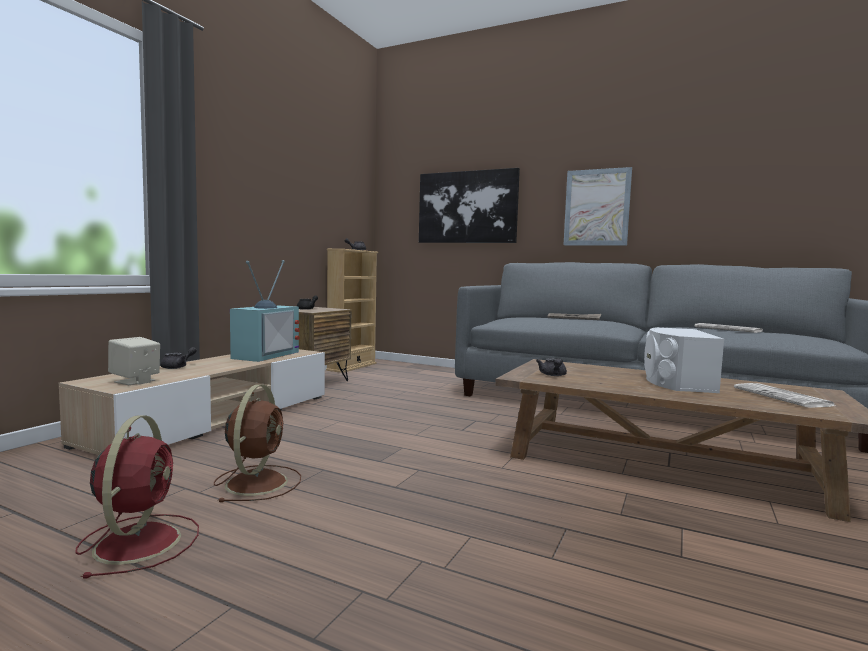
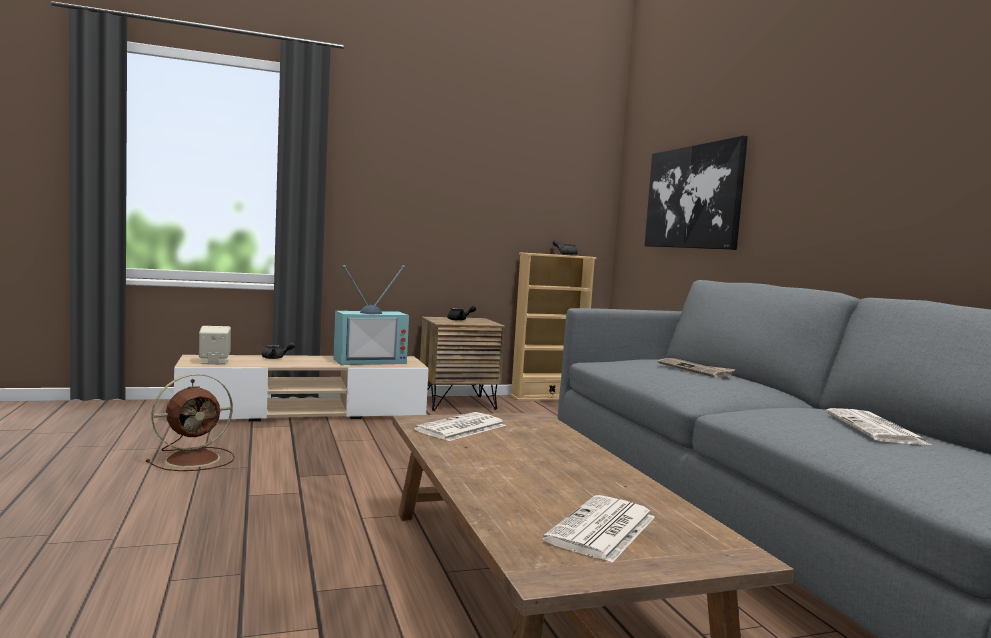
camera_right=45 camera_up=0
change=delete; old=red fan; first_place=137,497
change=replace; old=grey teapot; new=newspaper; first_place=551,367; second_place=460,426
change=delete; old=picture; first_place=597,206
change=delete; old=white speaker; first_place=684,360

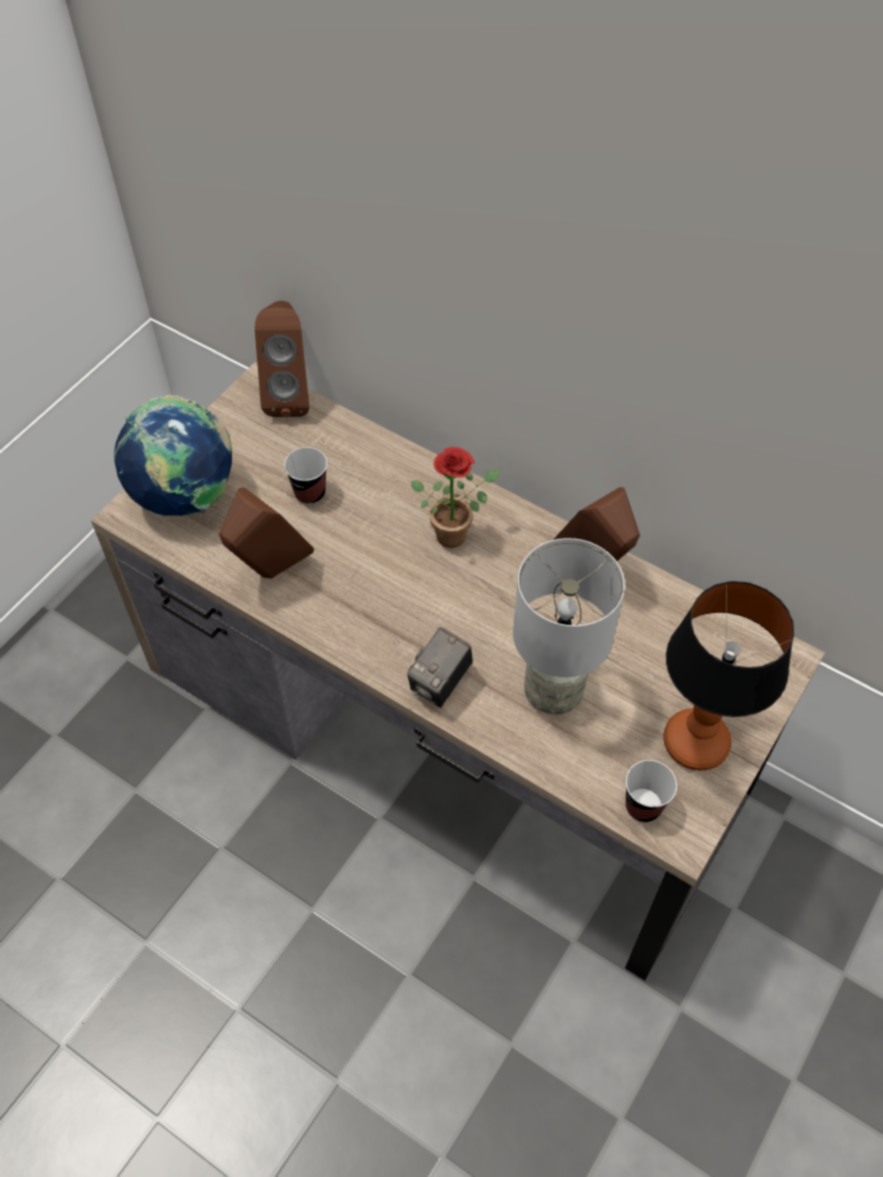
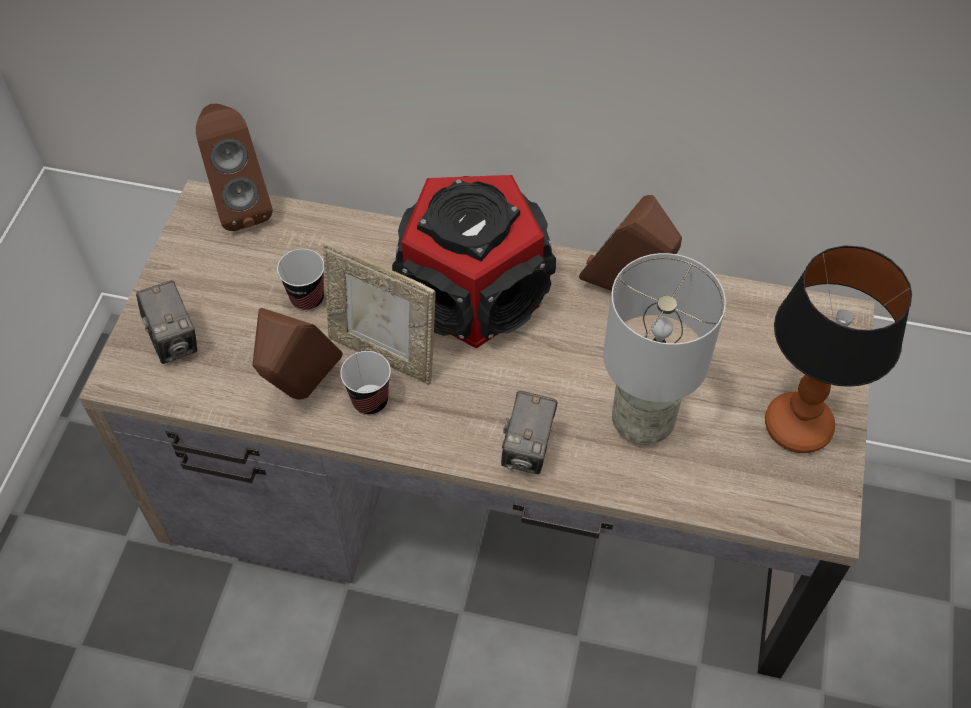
camera_right=-20 camera_up=0
change=replace; old=globe; new=photo camera; first_place=173,455; second_place=166,322
change=replace; old=potted plant; new=speaker; first_place=455,497; second_place=474,262
change=move; old=cup; first_place=651,791; second_place=365,383
change=insert; new=picture frame; second_place=379,313

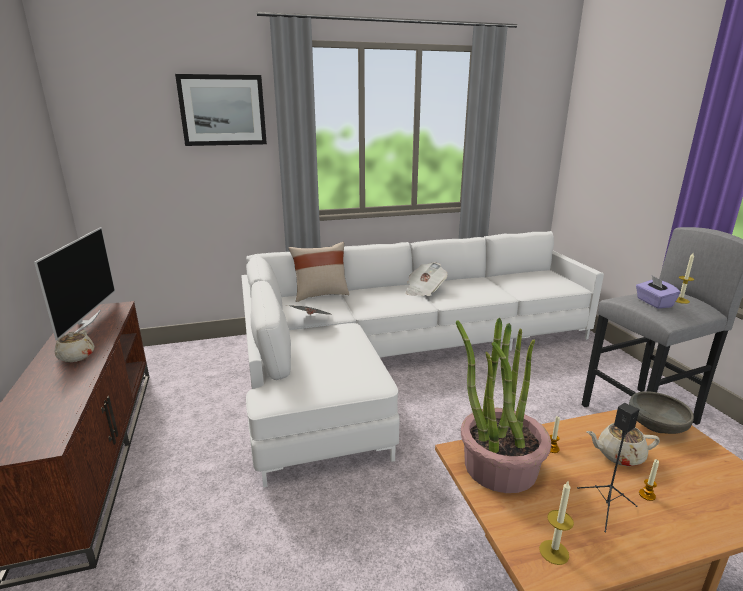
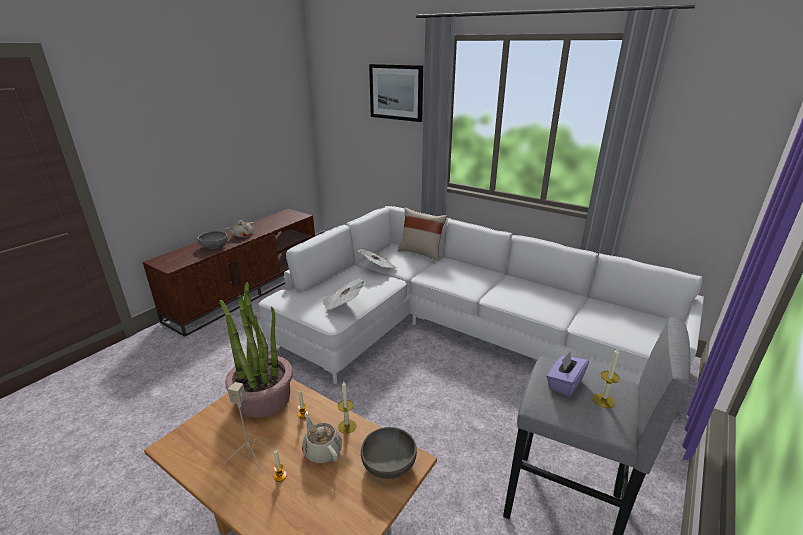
camera_right=50 camera_up=5
change=delete; old=television; first_place=74,284
change=move; old=newspaper; first_place=426,279; second_place=344,294
change=move; old=candle; first_place=556,523; second_place=347,407
change=recolor; old=black speaker; new=beige speaker; first_place=608,468; second_place=244,428
change=insert; new=grey bowl; second_place=212,240

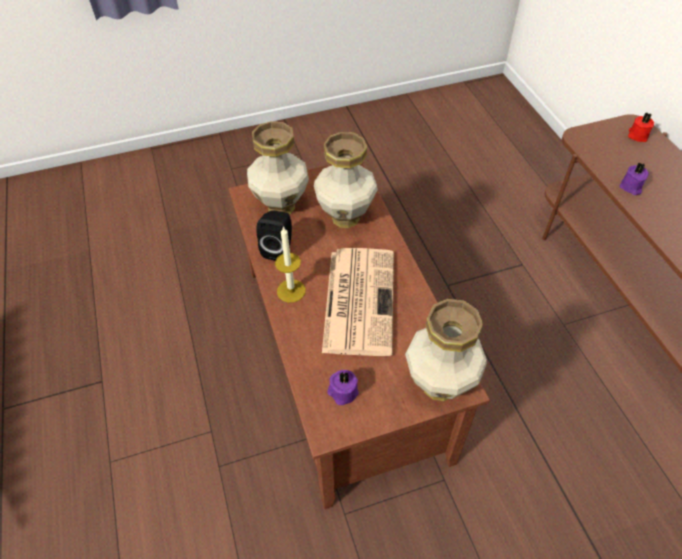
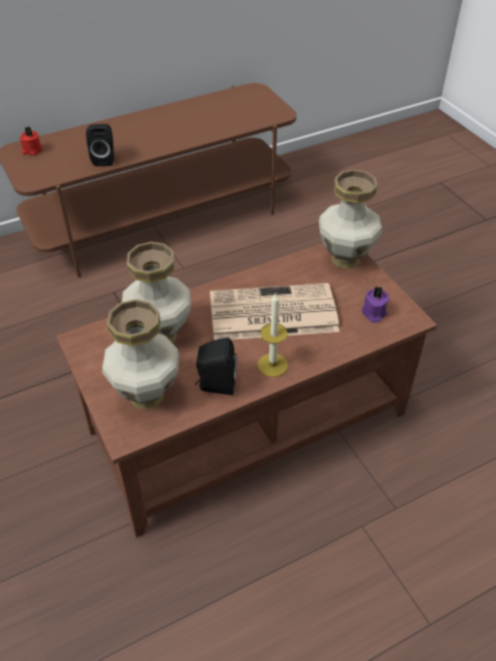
camera_right=-100 camera_up=-5
change=replace; old=purple candle; new=black speaker; first_place=634,178; second_place=100,145

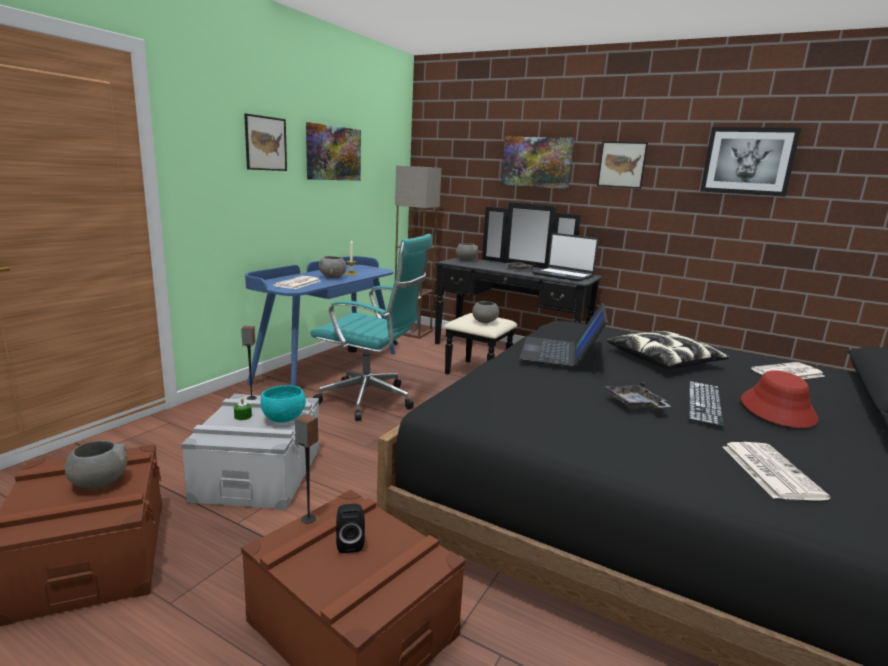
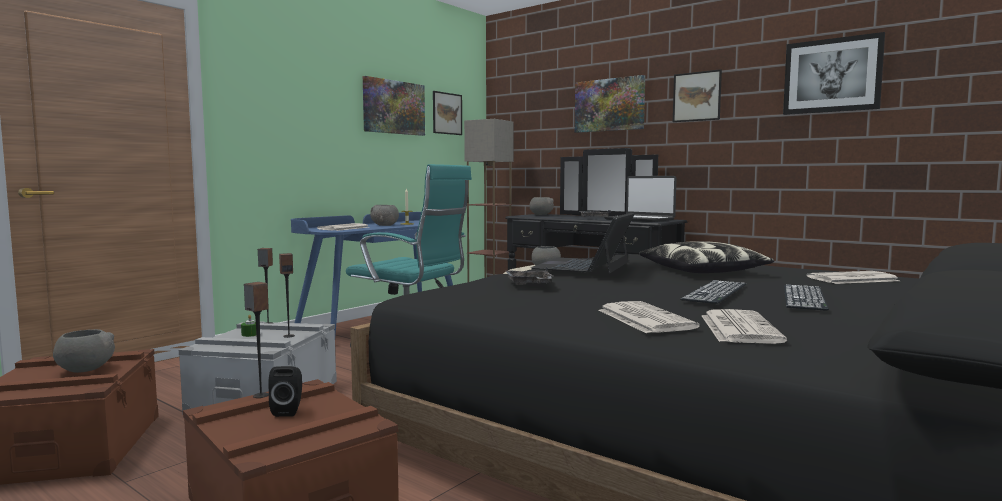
camera_right=10 camera_up=-10
change=move; old=picture; first_place=265,142; second_place=447,113
change=replace; old=turquoise bowl; new=speaker; first_place=283,404; second_place=287,295
change=move; old=grey tray; first_place=638,395; second_place=530,276
change=replace; old=red hat; new=keyboard; first_place=780,399; second_place=806,297
change=insert; new=newspaper; second_place=649,317

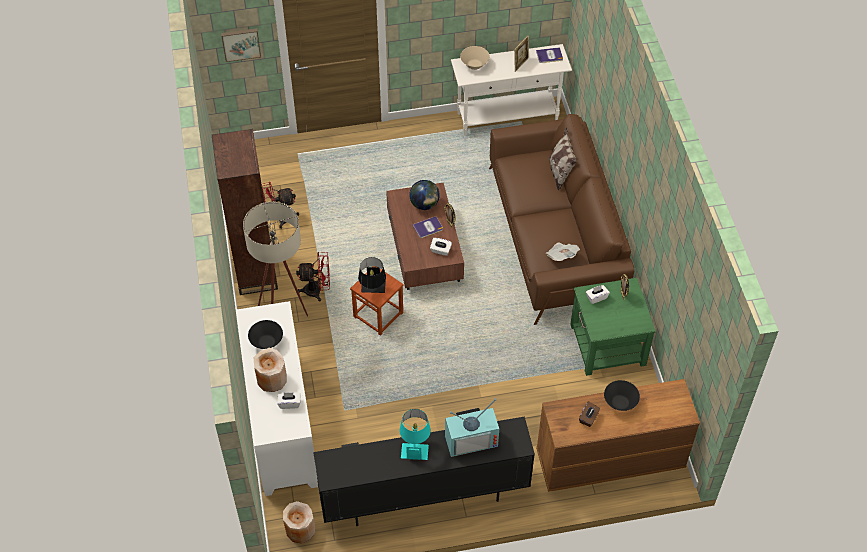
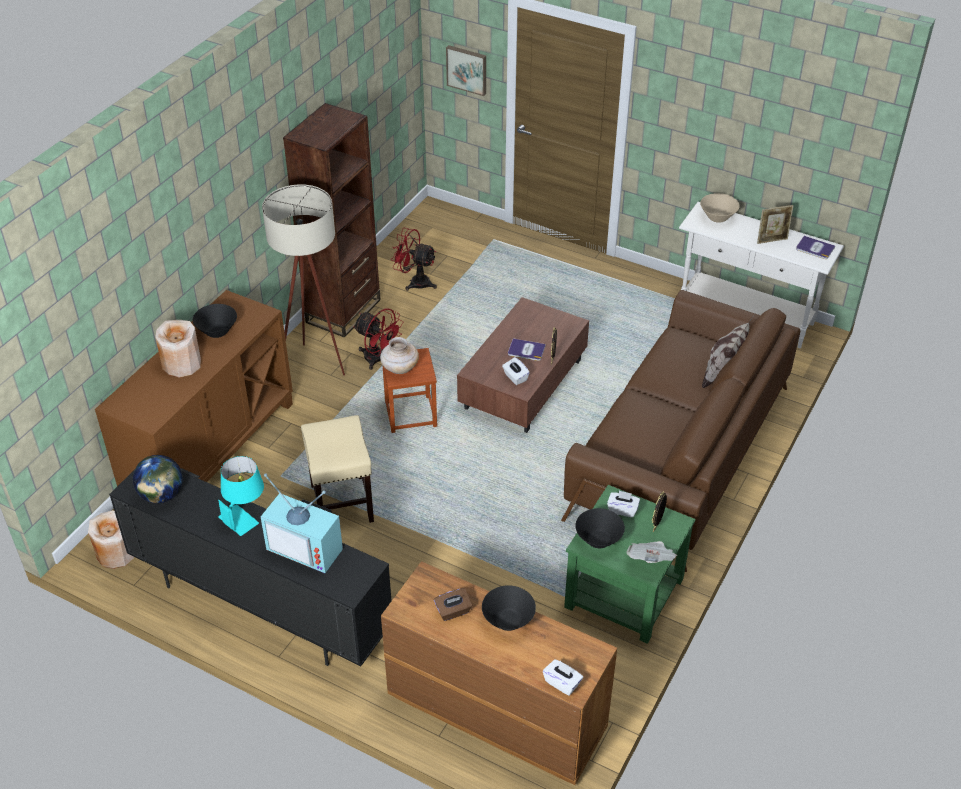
camera_right=40 camera_up=-10
change=recolor; old=white cabinet; new=brown cabinet; first_place=277,398; second_place=194,388
change=move; old=white tissue box; first_place=288,400; second_place=563,677
change=replace; old=black table lamp; new=beige vase; first_place=372,275; second_place=399,355
change=move; old=globe; first_place=424,195; second_place=158,479
change=move; old=newspaper; first_place=563,252; second_place=651,552
change=insert; new=beige stool; second_place=337,469
change=insert; new=black bowl; second_place=600,528

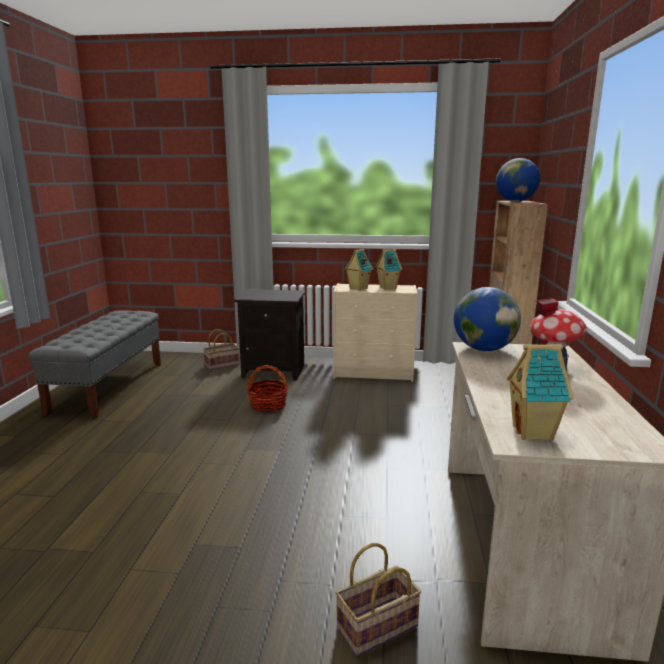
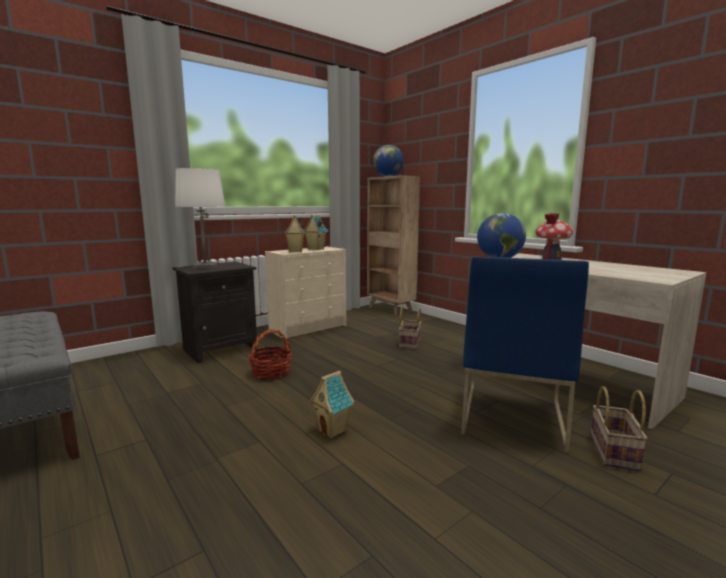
camera_right=-45 camera_up=-5
change=move; old=basket; first_place=221,349; second_place=410,327
change=move; old=toy house; first_place=540,392; second_place=331,404
change=insert; new=white table lamp; second_place=200,218
change=insert; new=blue chair; second_place=525,354

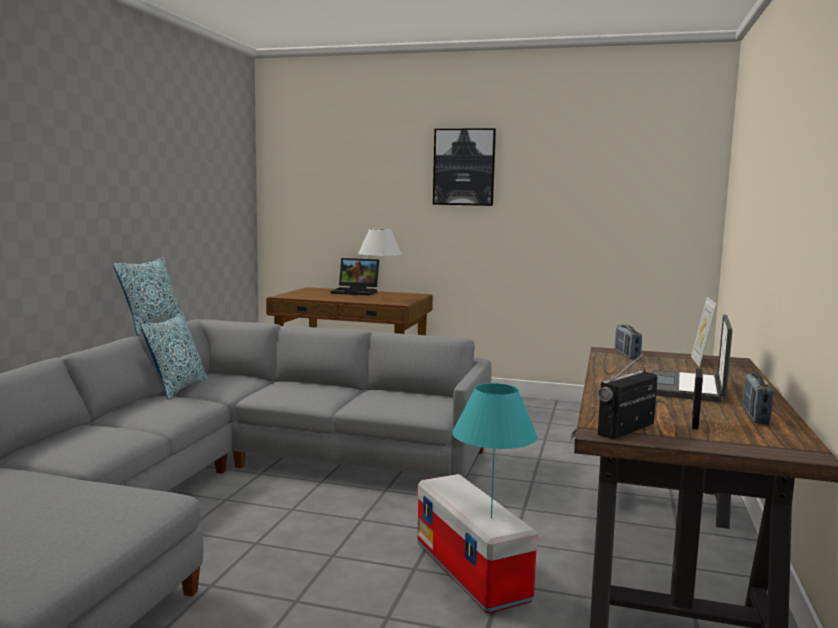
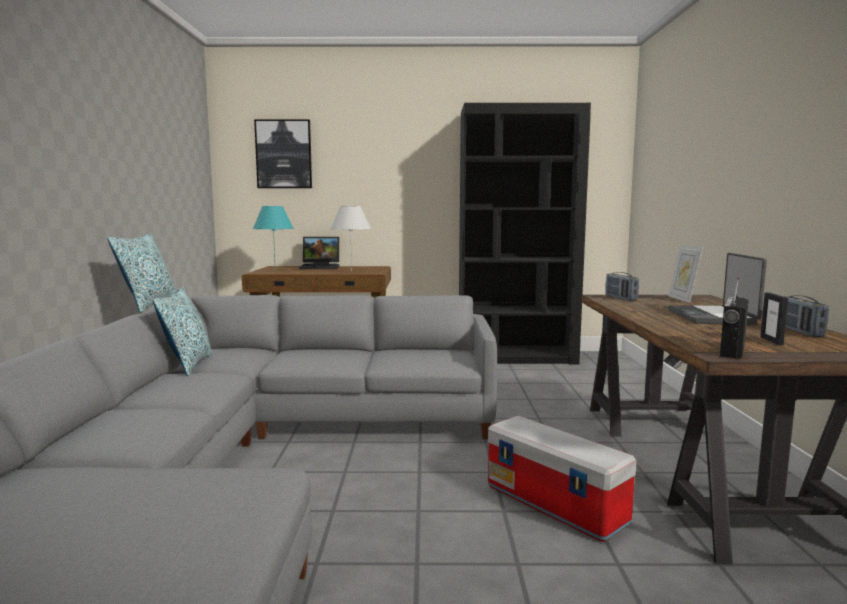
camera_right=-15 camera_up=0
change=move; old=picture; first_place=464,167; second_place=283,154
change=move; old=turquoise table lamp; first_place=495,450; second_place=273,232
change=insert; new=black bookcase; second_place=525,233

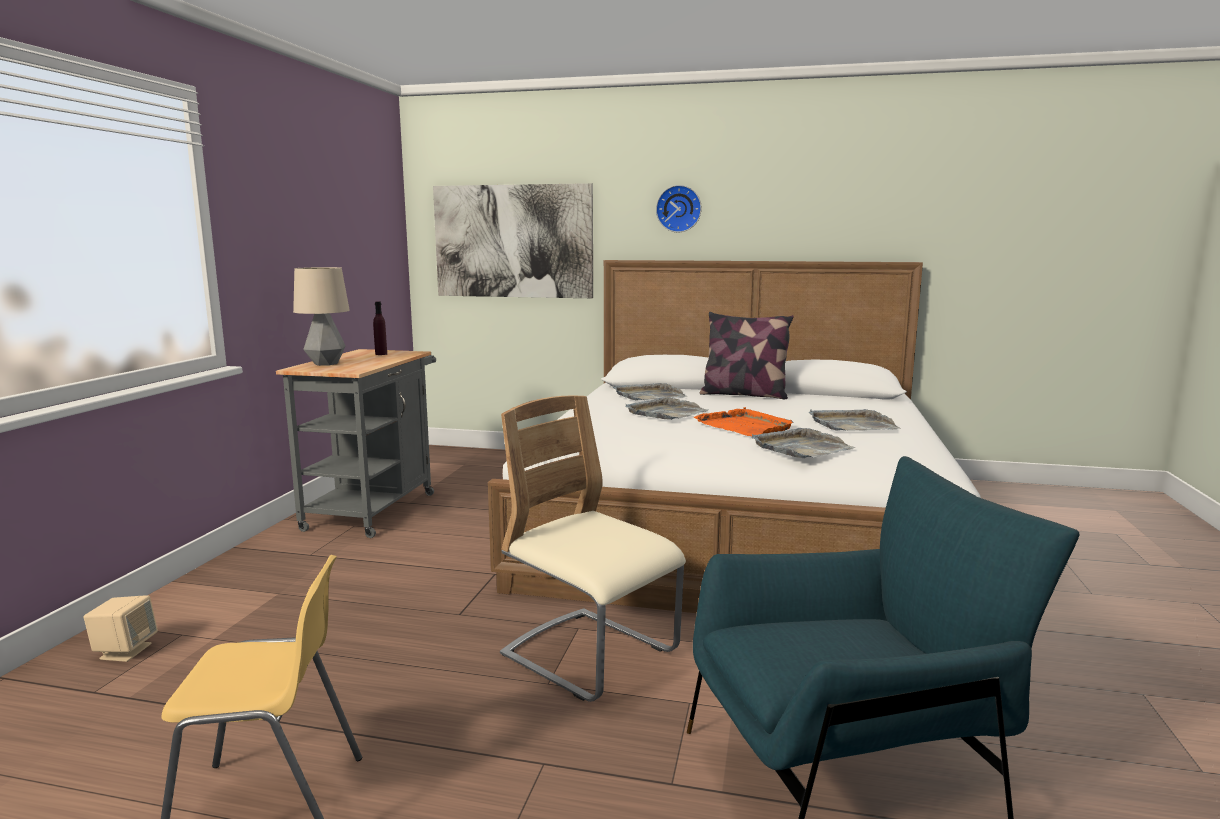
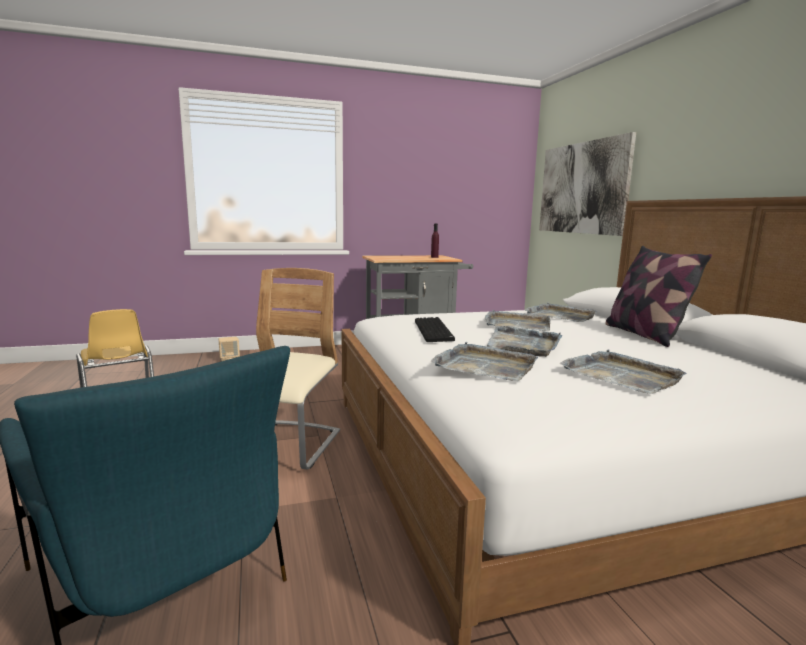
camera_right=60 camera_up=0
change=delete; old=table lamp; first_place=321,316
change=delete; old=wall clock; first_place=679,208
change=recolor; old=orange tray; new=grey tray; first_place=744,421; second_place=524,341
change=insert; new=keyboard; second_place=435,329

